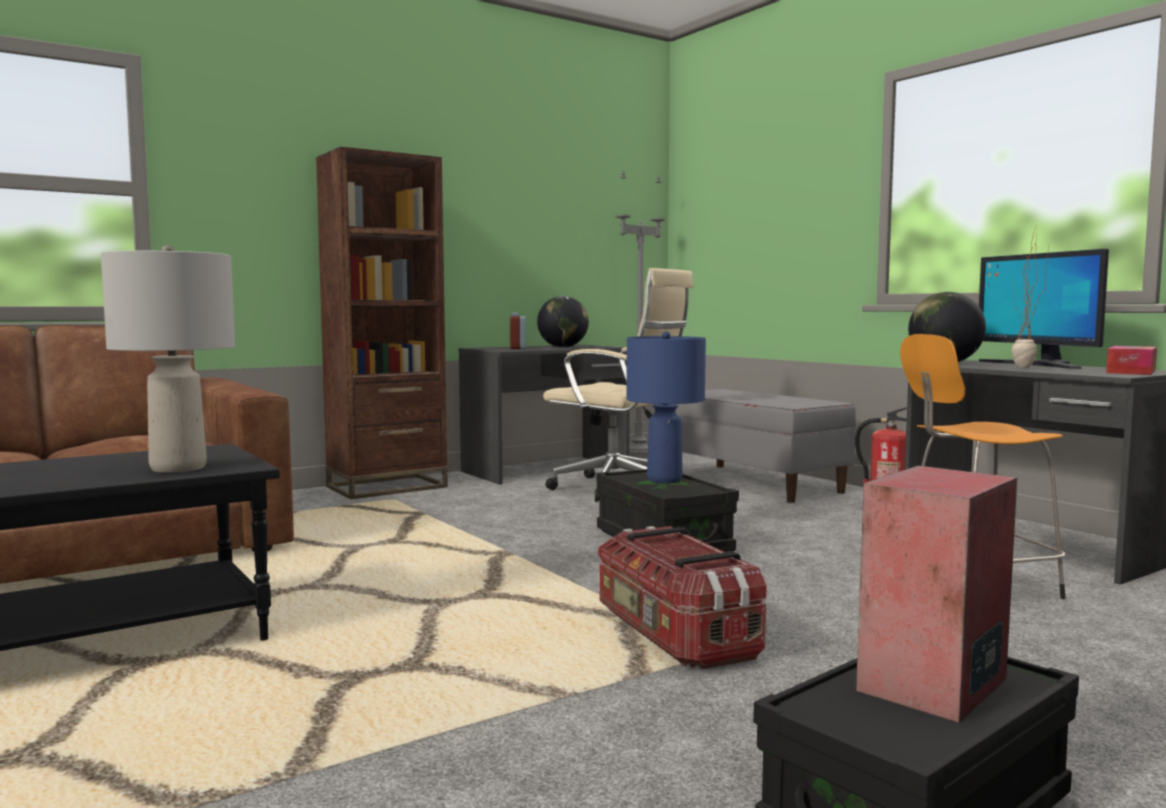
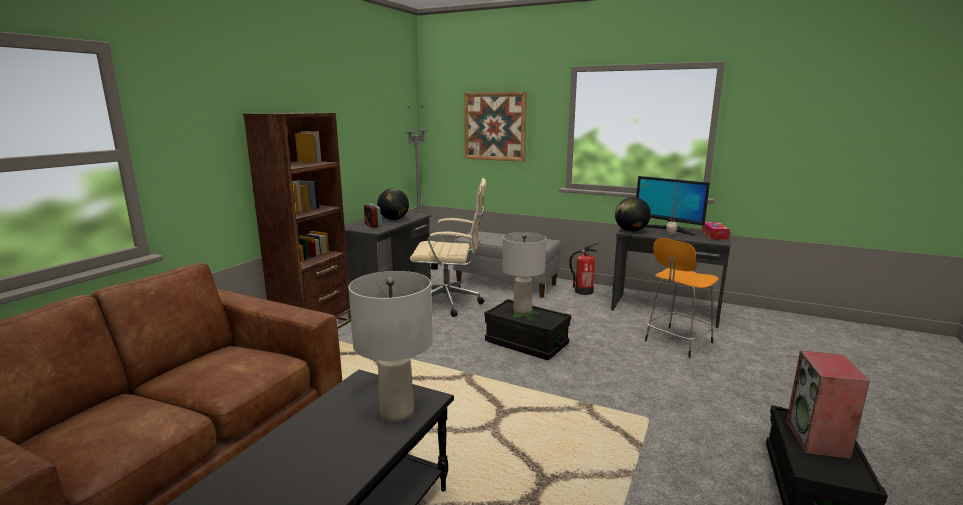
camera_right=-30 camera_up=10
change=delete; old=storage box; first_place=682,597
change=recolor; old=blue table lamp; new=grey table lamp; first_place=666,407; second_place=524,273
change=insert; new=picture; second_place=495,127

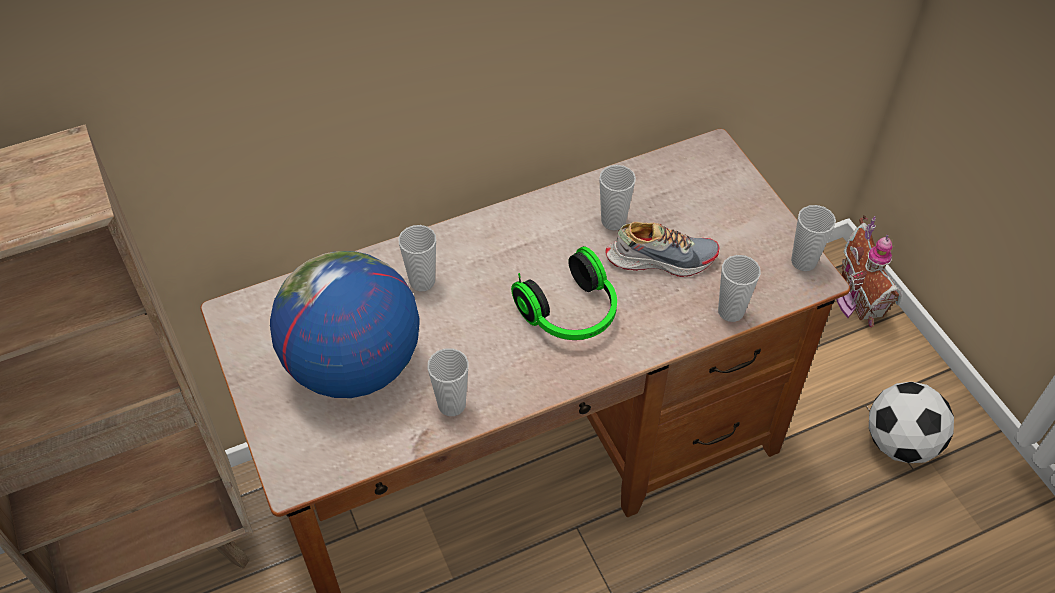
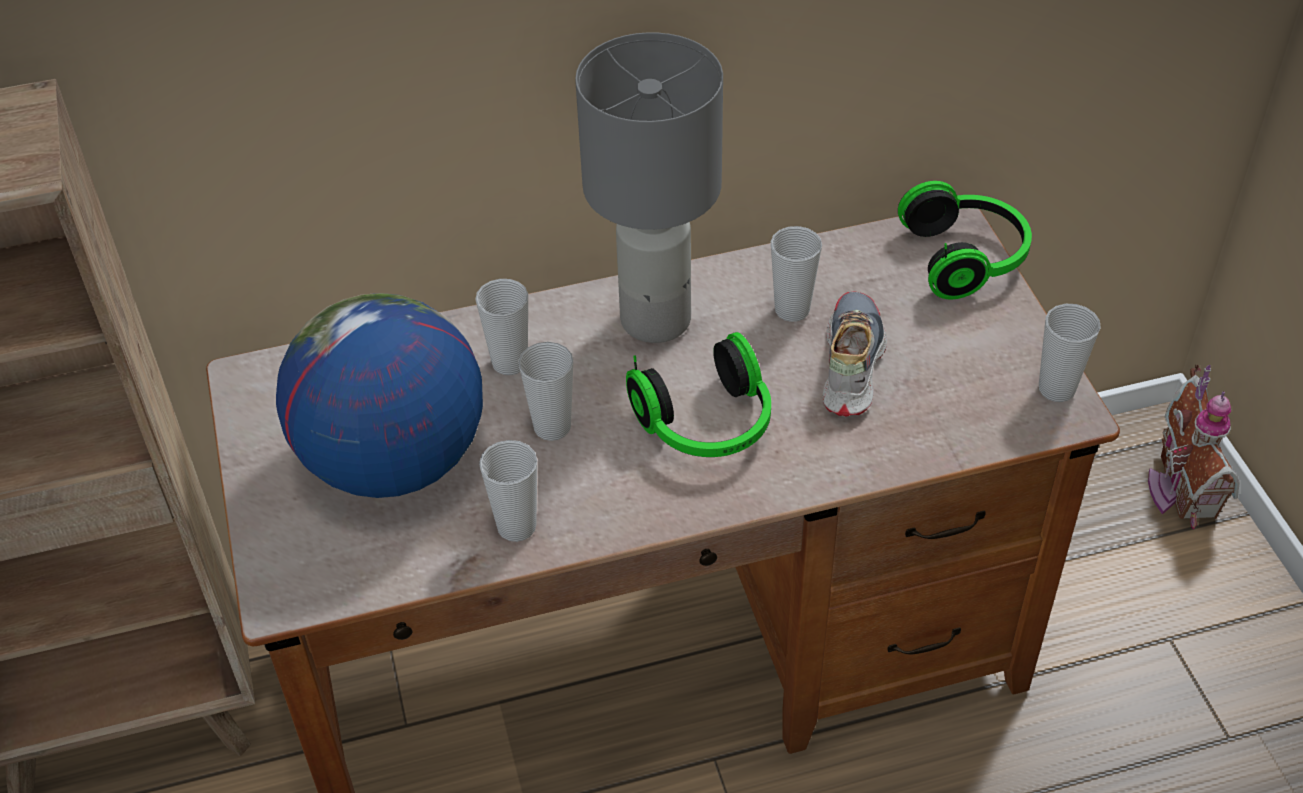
camera_right=10 camera_up=-5
change=rotate; old=shoe; first_place=662,249; second_place=855,354; degrees=-90
change=move; old=cup; first_place=739,288; second_place=545,391
change=delete; old=football; first_place=911,422
change=insert; new=grey table lamp; second_place=649,187
change=insert; new=headphones; second_place=965,240

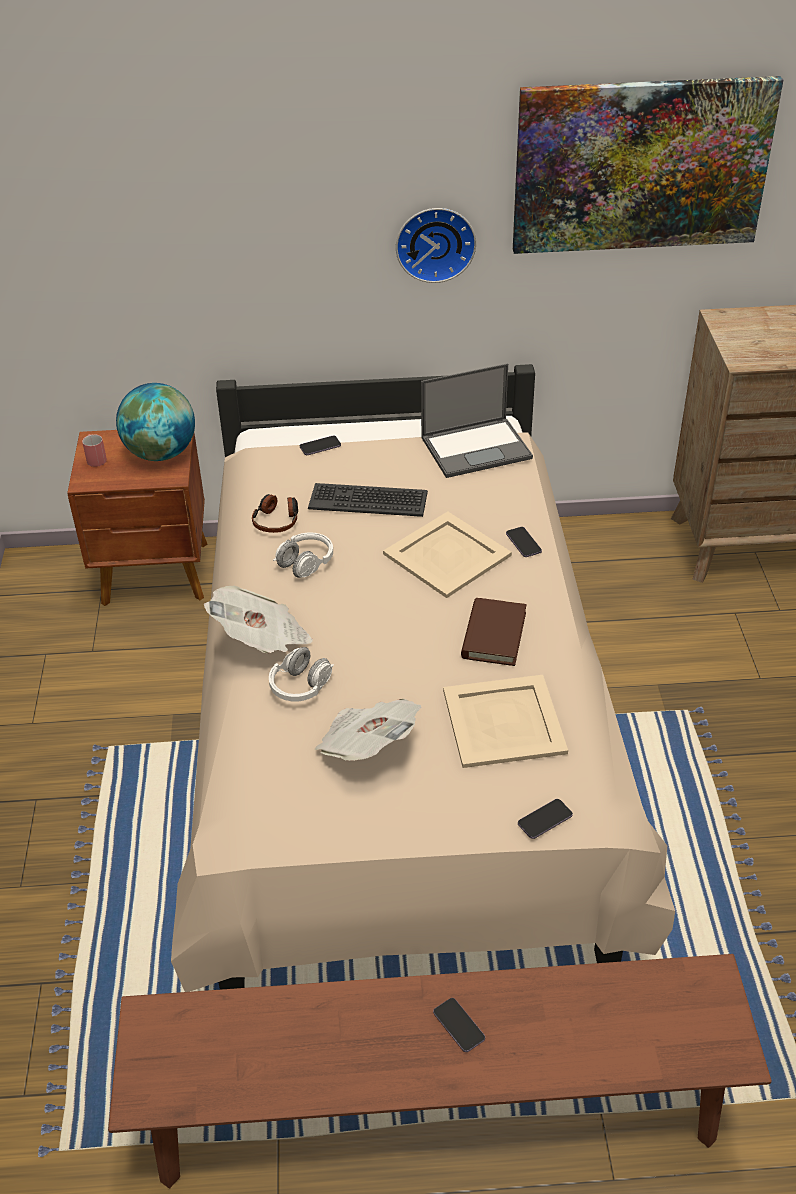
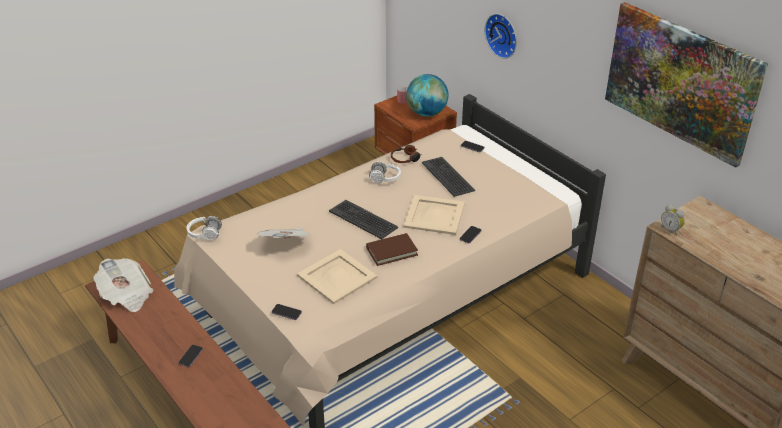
camera_right=55 camera_up=-5
change=move; old=newspaper; first_place=258,619; second_place=124,285
change=move; old=white headphones; first_place=301,674; second_place=204,228
change=move; old=wall clock; first_place=436,245; second_place=501,36
change=delete; old=laptop; first_place=477,420
change=insert; new=keyboard; second_place=363,219
change=insert; new=alarm clock; second_place=673,219

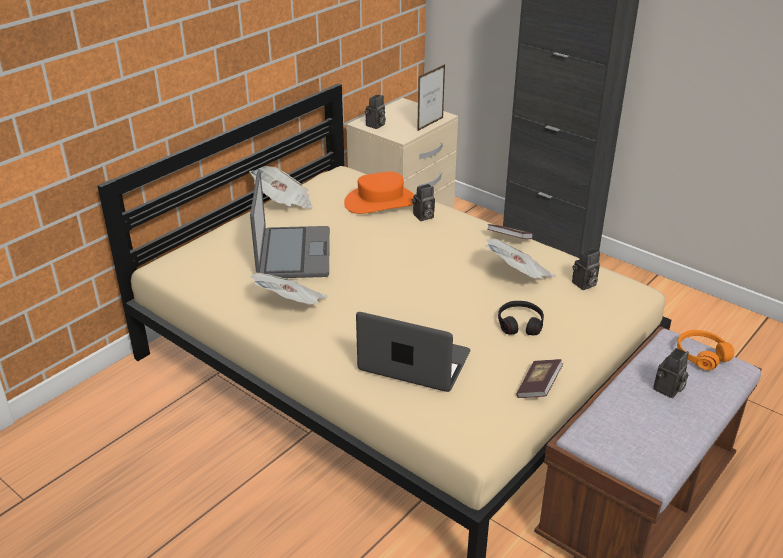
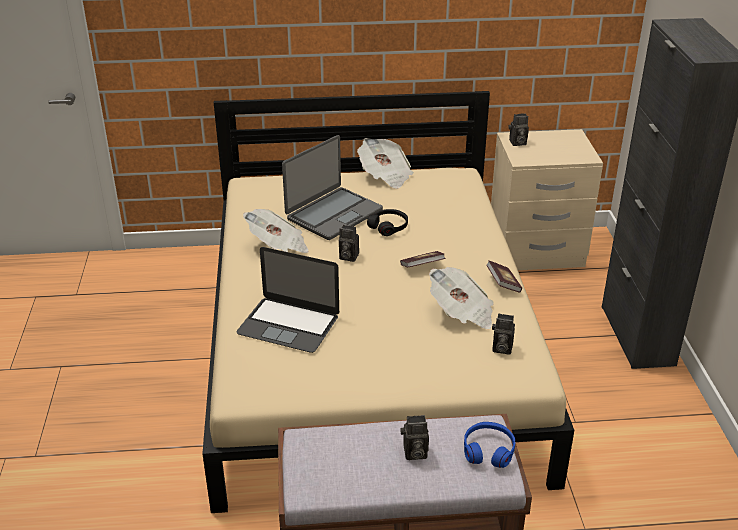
camera_right=45 camera_up=0
change=delete; old=orange hat; first_place=379,193
change=rotate; old=laptop; first_place=413,352; second_place=287,300; degrees=135
change=move; old=photo camera; first_place=423,202; second_place=349,243
change=delete; old=picture frame; first_place=431,97
change=move; old=black headphones; first_place=521,318; second_place=387,222
change=move; old=book; first_place=539,378; second_place=423,259
change=recolor; old=orange headphones; new=blue headphones; first_place=705,350; second_place=489,445

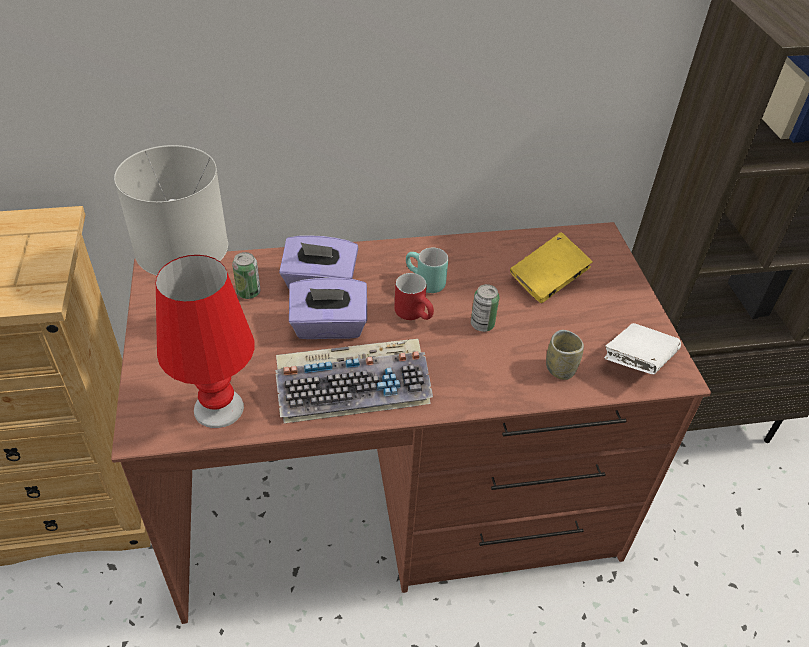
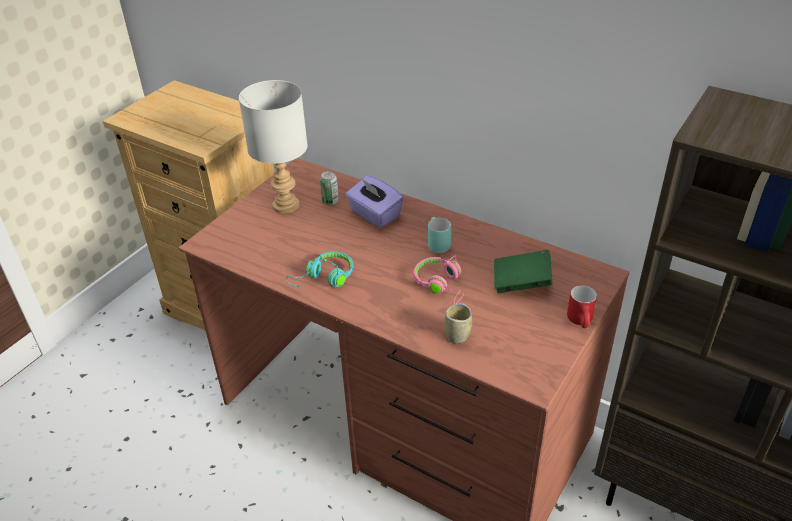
camera_right=45 camera_up=-5
change=delete; old=red table lamp; first_place=205,341
change=replace; old=keyboard; new=turquoise headphones; first_place=354,381; second_place=319,269
change=delete; old=purple tissue box; first_place=328,308
change=move; old=red mug; first_place=414,296; second_place=582,307
change=replace; old=can; new=pink headphones; first_place=485,308; second_place=439,280
change=recolor; old=yellow book; new=green book; first_place=551,267; second_place=523,271
change=delete; old=white book; first_place=642,348

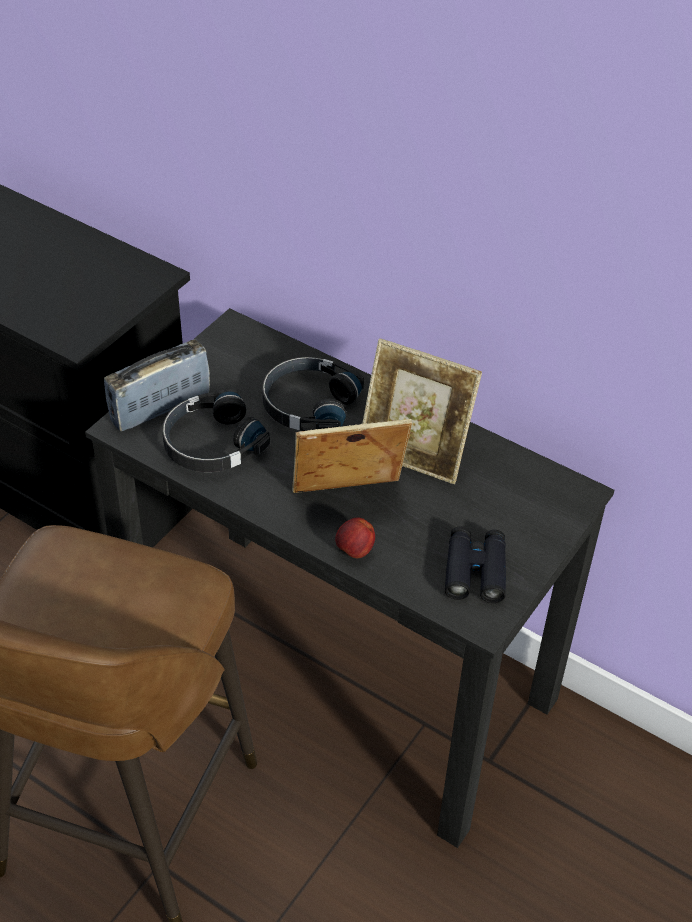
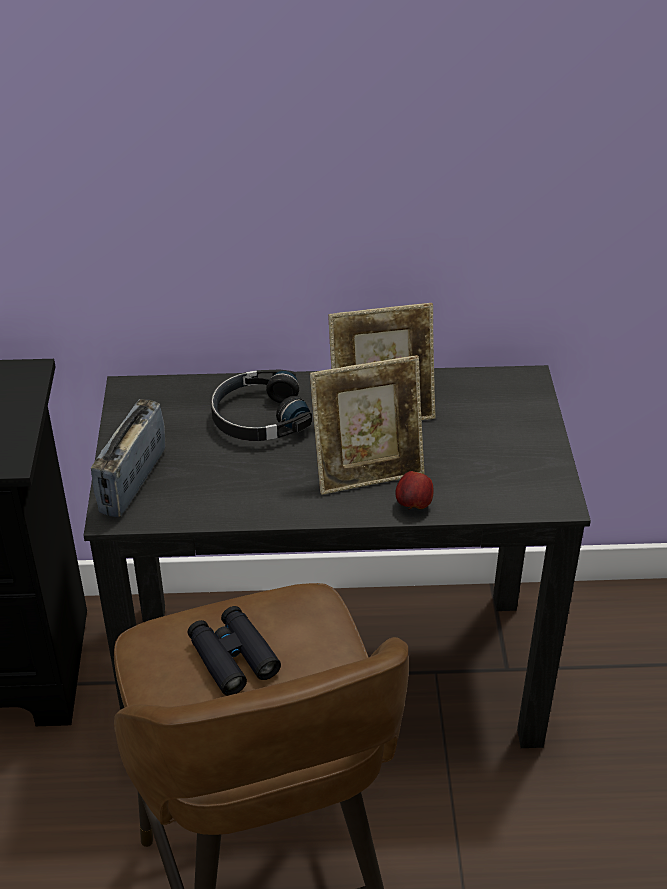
camera_right=-35 camera_up=-5
change=delete; old=black headphones; first_place=216,431
change=rotate; old=picture frame; first_place=352,456; second_place=367,425; degrees=-150
change=move; old=black binoculars; first_place=475,564; second_place=234,651

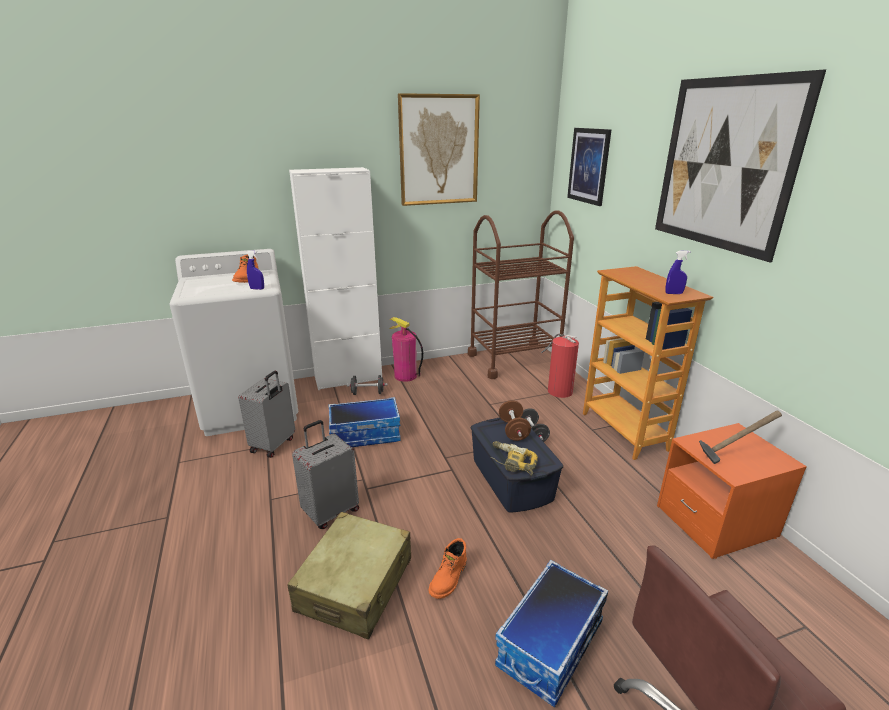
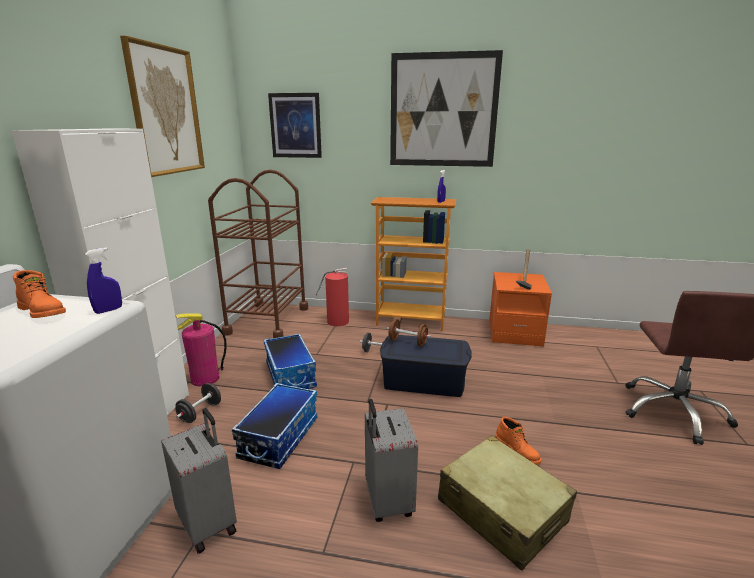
camera_right=-60 camera_up=-5
change=delete; old=power drill; first_place=514,458
change=move; old=storage box; first_place=551,633; second_place=290,361

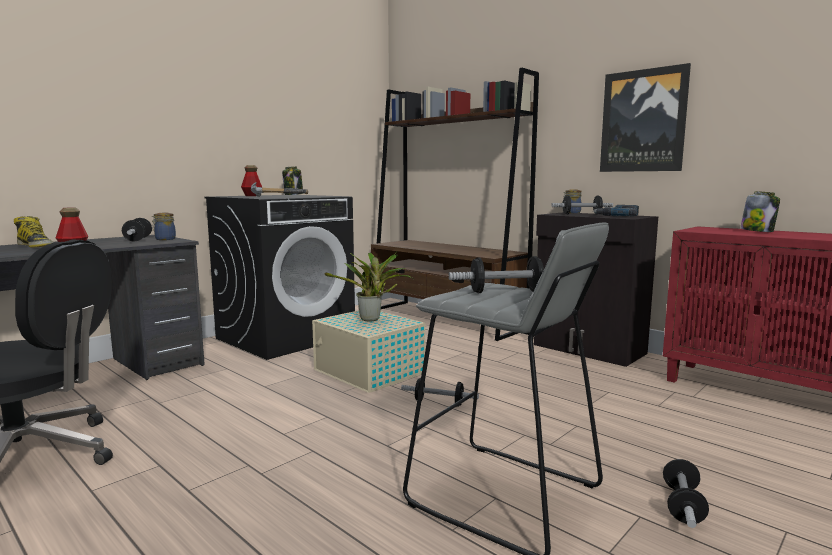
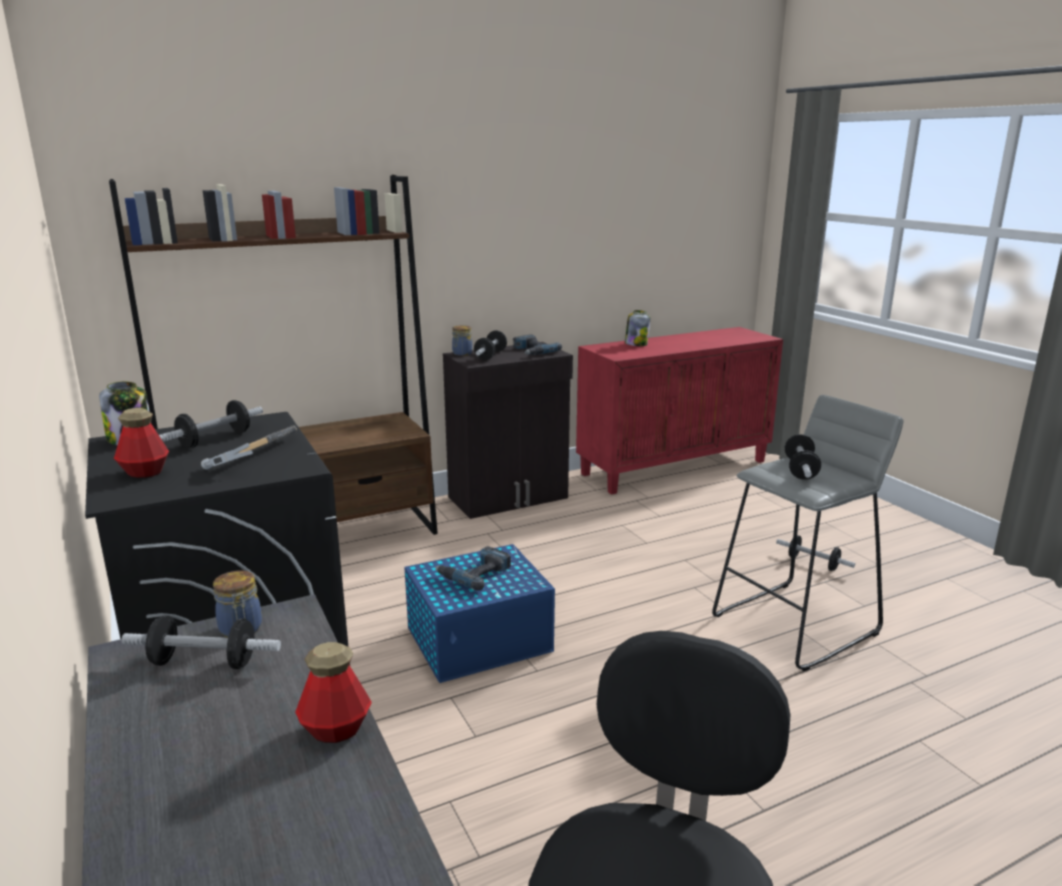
camera_right=-70 camera_up=10
change=delete; old=boot; first_place=33,231
change=recolor; old=beige storage box; new=blue storage box; first_place=368,351; second_place=479,613
change=replace; old=potted plant; new=power drill; first_place=369,286; second_place=473,568
change=move; old=dumbbell; first_place=440,392; second_place=211,424
change=delete; old=picture; first_place=645,117

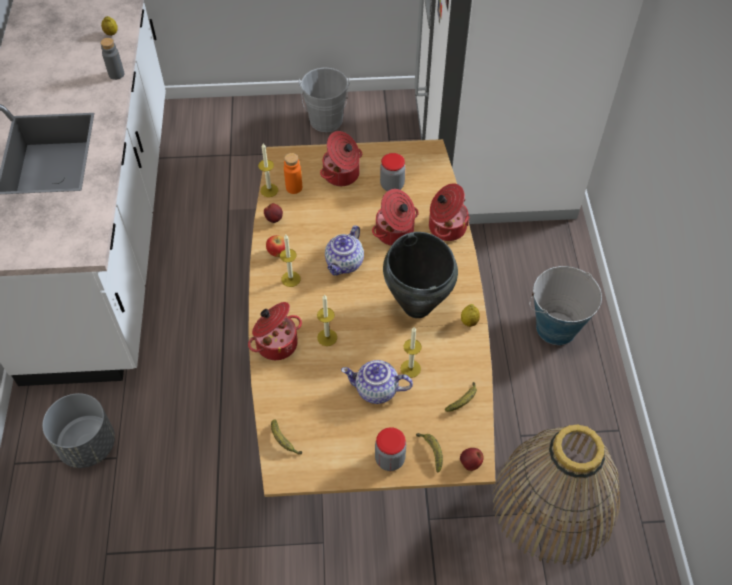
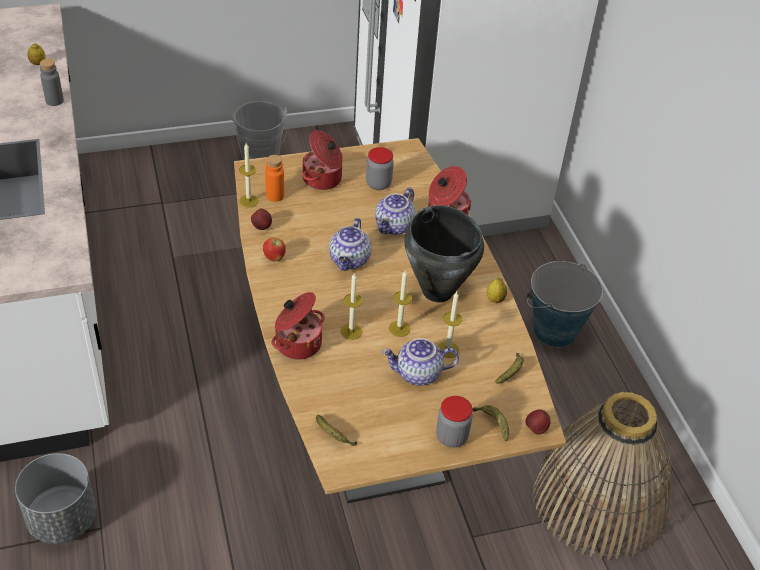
camera_right=-15 camera_up=-10
change=move; old=candle; first_place=290,260; second_place=400,304
change=replace; old=cooking pot; new=teapot; first_place=395,217; second_place=395,211

